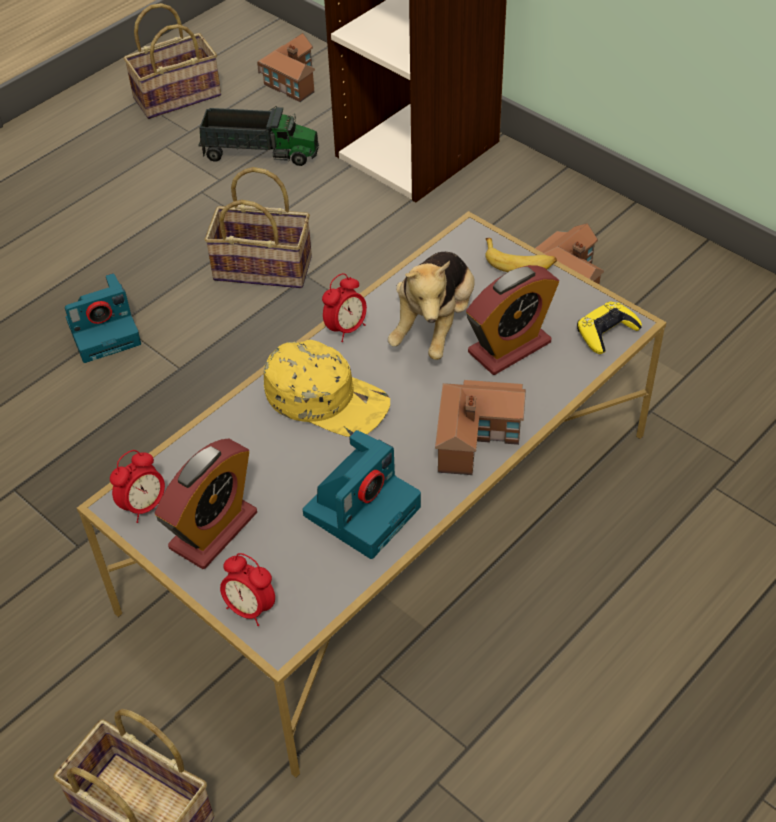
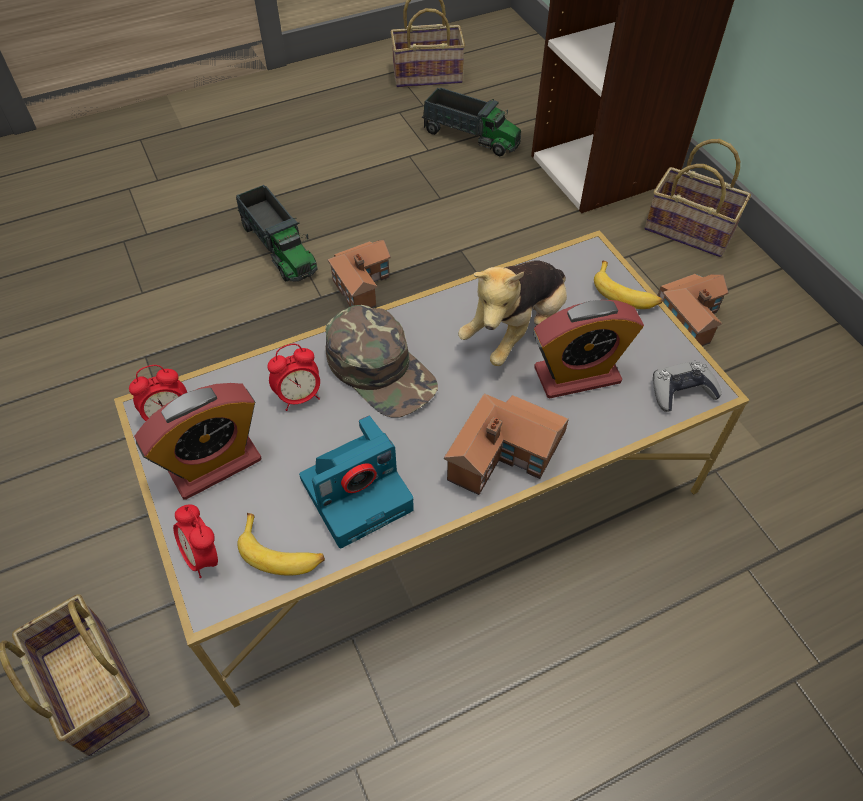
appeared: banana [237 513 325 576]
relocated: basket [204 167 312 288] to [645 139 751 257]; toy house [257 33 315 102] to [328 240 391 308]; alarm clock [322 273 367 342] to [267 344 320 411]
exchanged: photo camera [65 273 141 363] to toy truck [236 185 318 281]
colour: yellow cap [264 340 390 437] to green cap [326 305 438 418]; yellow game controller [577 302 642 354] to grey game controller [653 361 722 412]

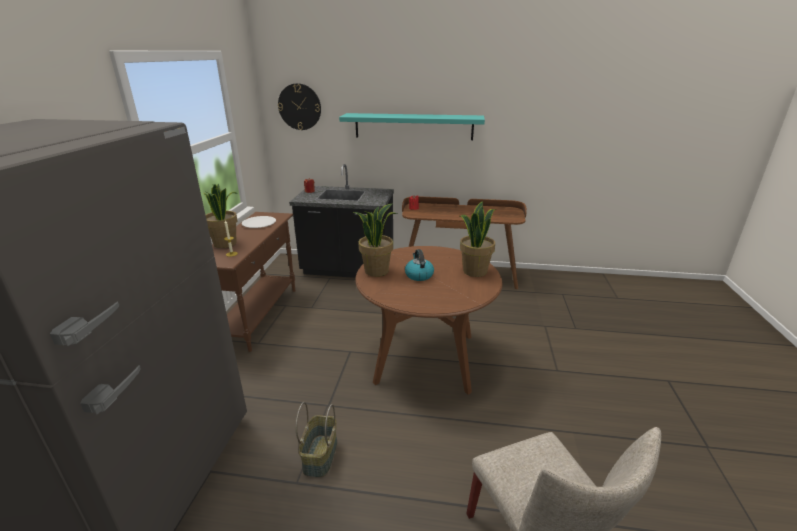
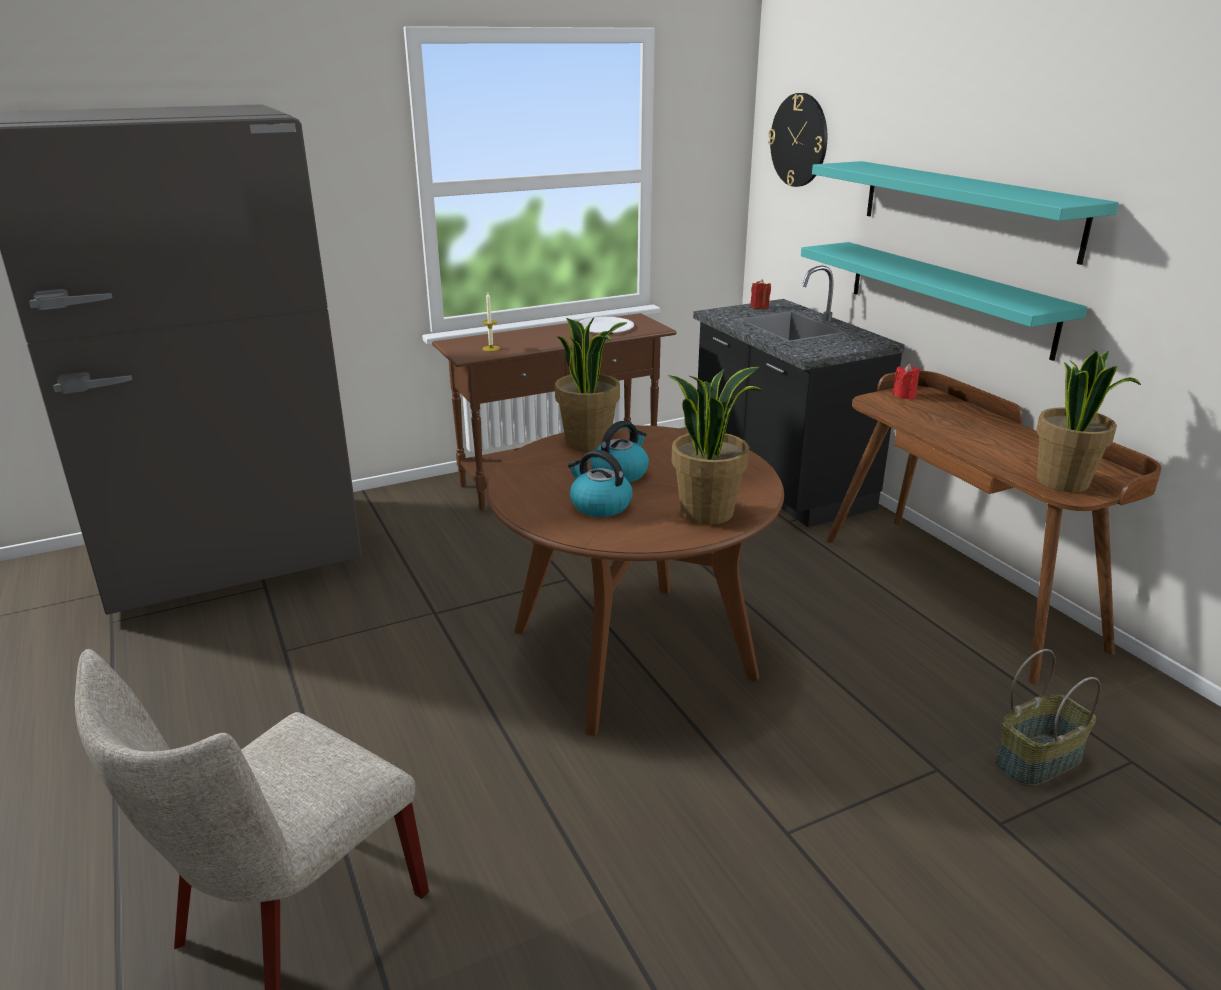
appeared: kettle [568 450 633 517]; turquoise shelf [801 242 1087 361]
relocated: potted plant [204 183 238 248] to [1036 349 1141 492]; basket [296 402 337 478] to [995 649 1101 787]

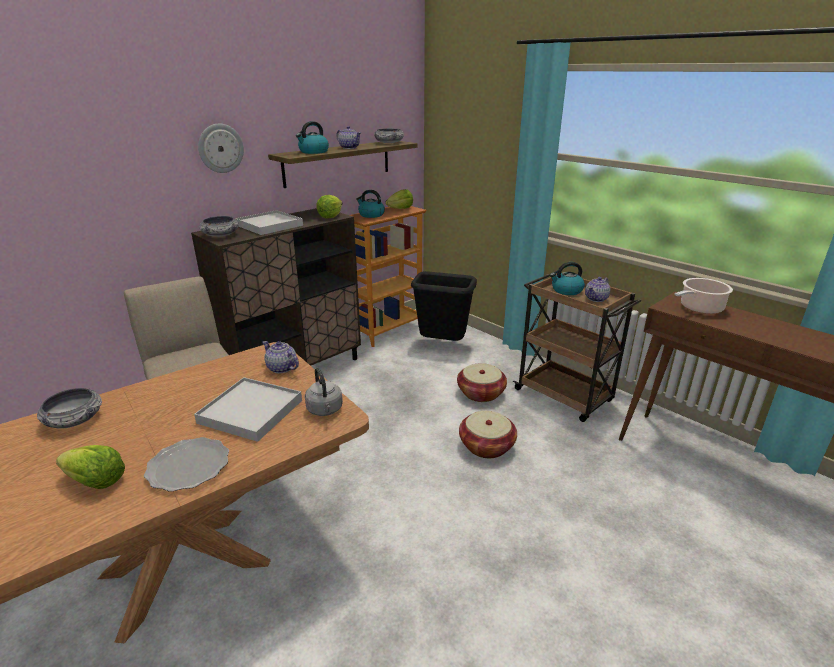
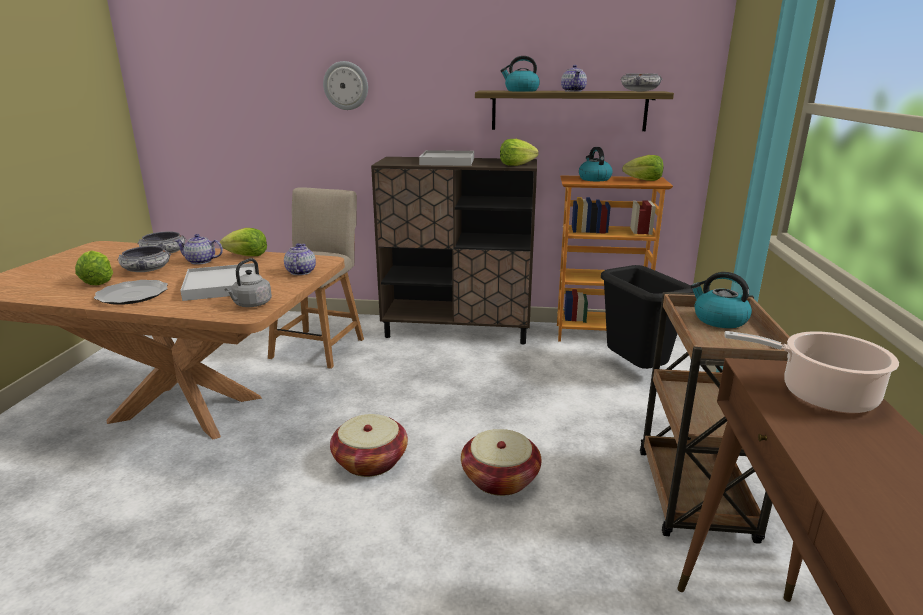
appeared: lettuce [220 228 267 256]
relocated: wall clock [198 124 244 173] to [323 61 368 110]; bowl [199 216 239 237] to [117 246 171 272]; basket [457 363 507 402] to [330 414 408 477]; teapot [585 277 610 302] to [175 234 223 265]

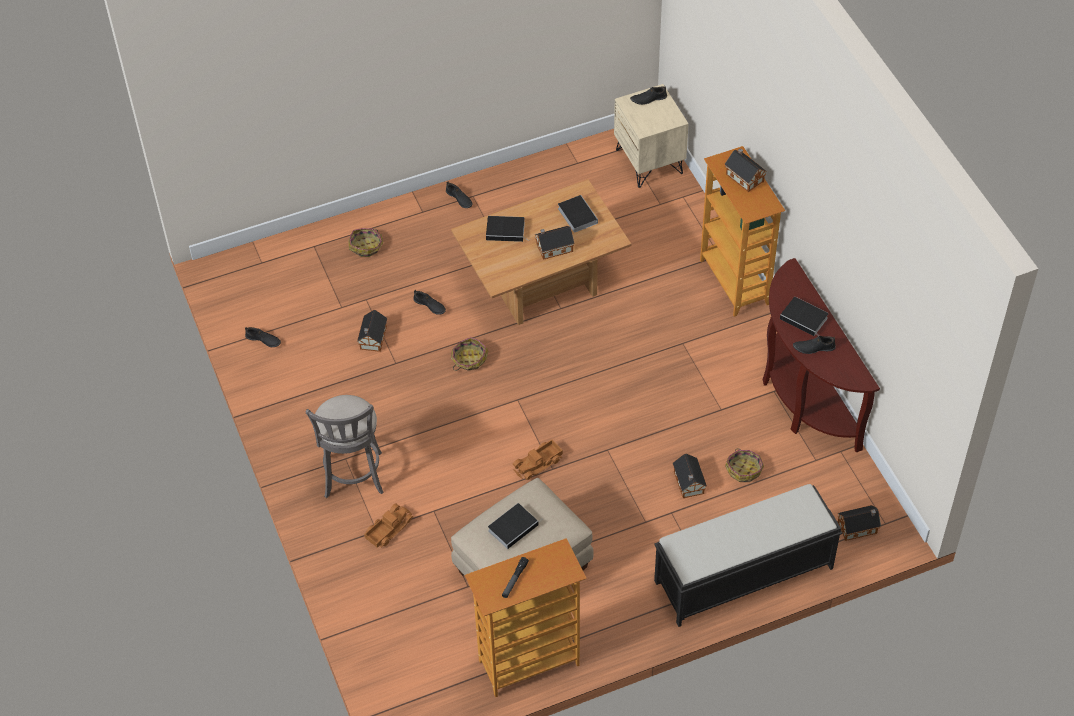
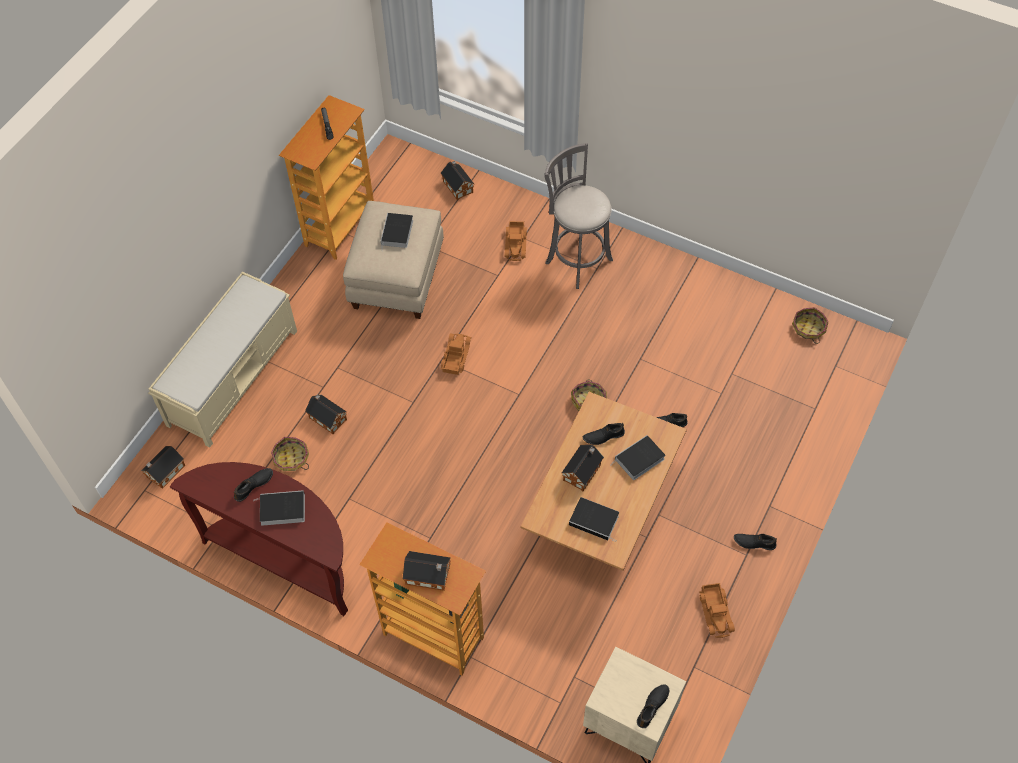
appeared: toy truck [699 583 735 638]
relocated: black shoe [245 327 281 347] to [583 423 625 445]; basket [348 228 383 257] to [792 307 828 344]; toy house [357 310 387 352] to [441 161 474 200]
colour: black bench [654 484 842 627] to beige bench [148 272 297 448]

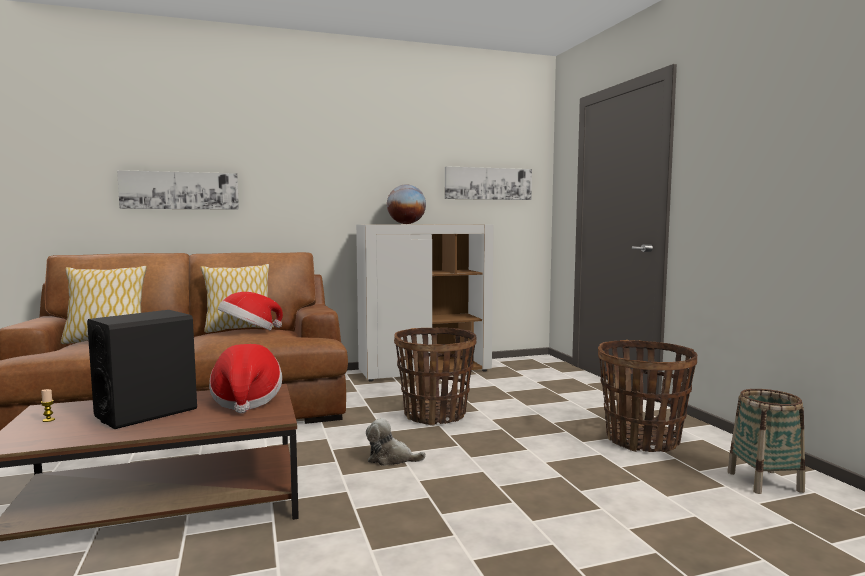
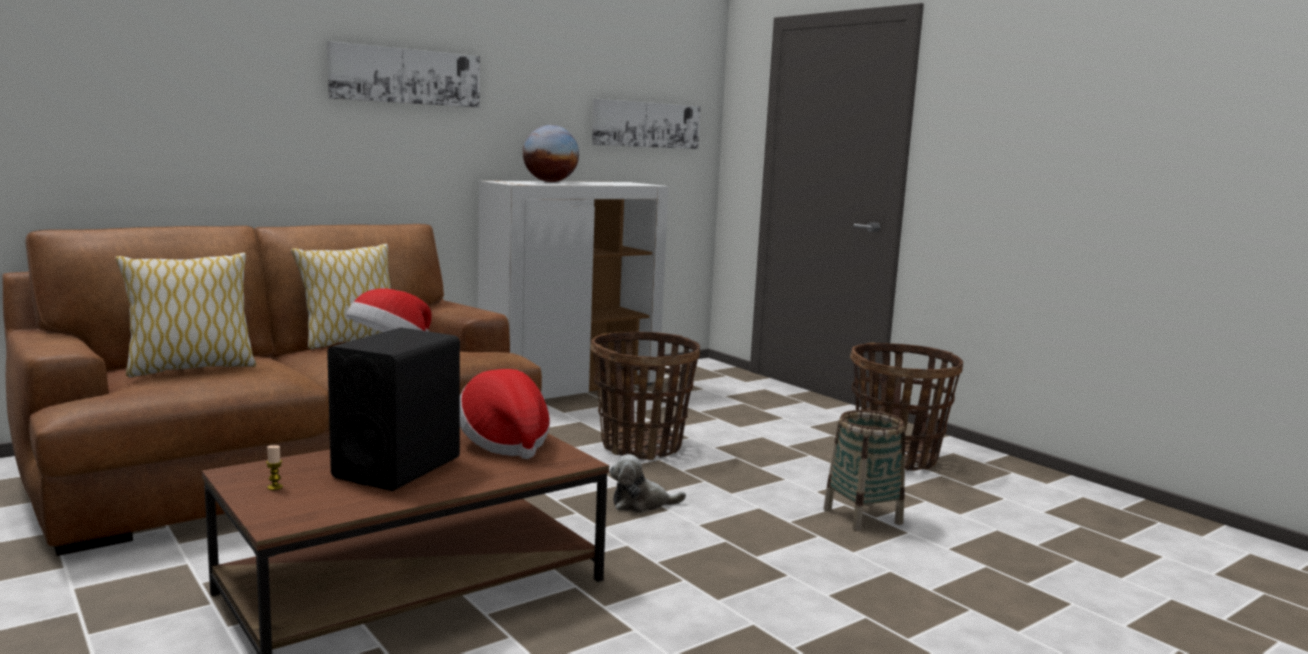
relocated: picture [117 170 239 210] to [327 41 480 108]; basket [727 389 805 494] to [823 410 905 531]

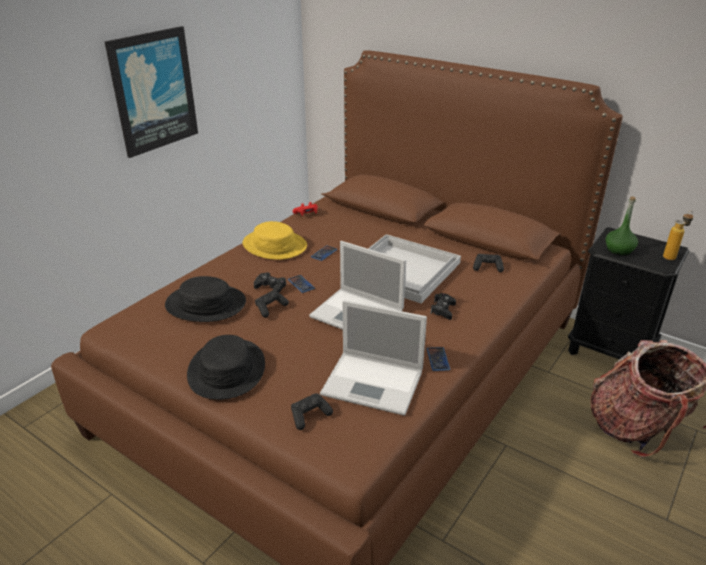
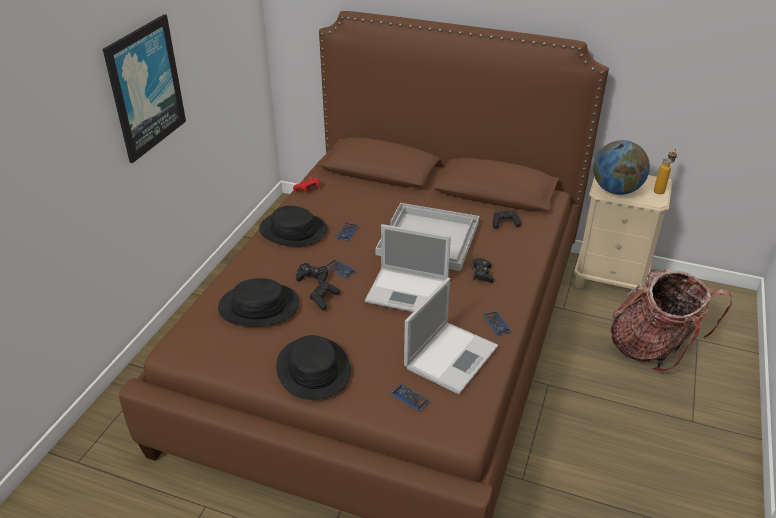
exchanged: black game controller [291 393 333 430] to phone [391 384 430 411]; green bottle [606 197 638 256] to globe [593 140 650 195]
colour: yellow hat [242 221 307 260] to black hat [259 206 328 247]; black nightstand [568 227 689 359] to beige nightstand [574 175 673 289]
spun: laptop [320 300 427 416] = [404 278 498 394] 60 degrees counterclockwise

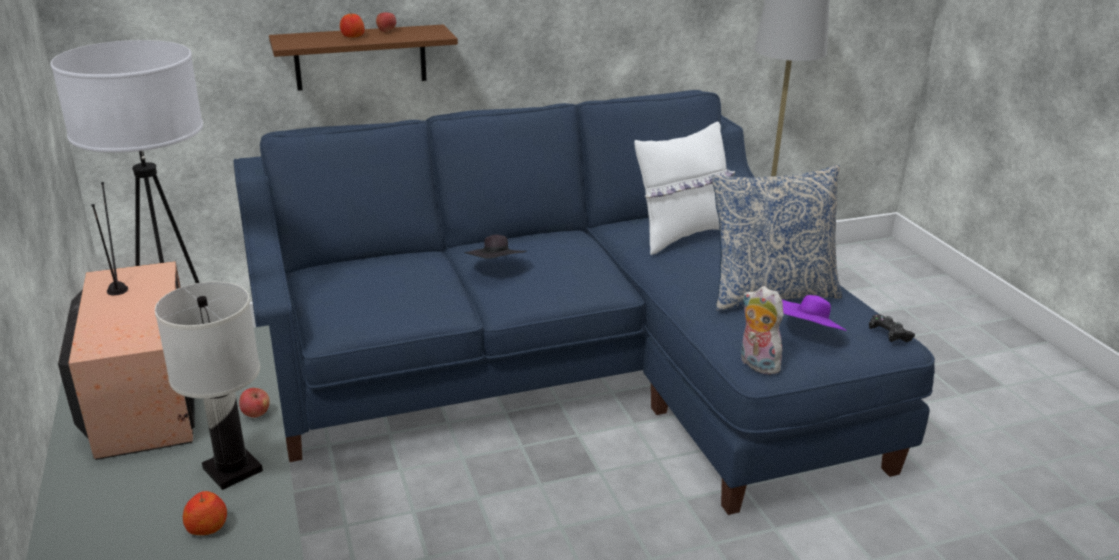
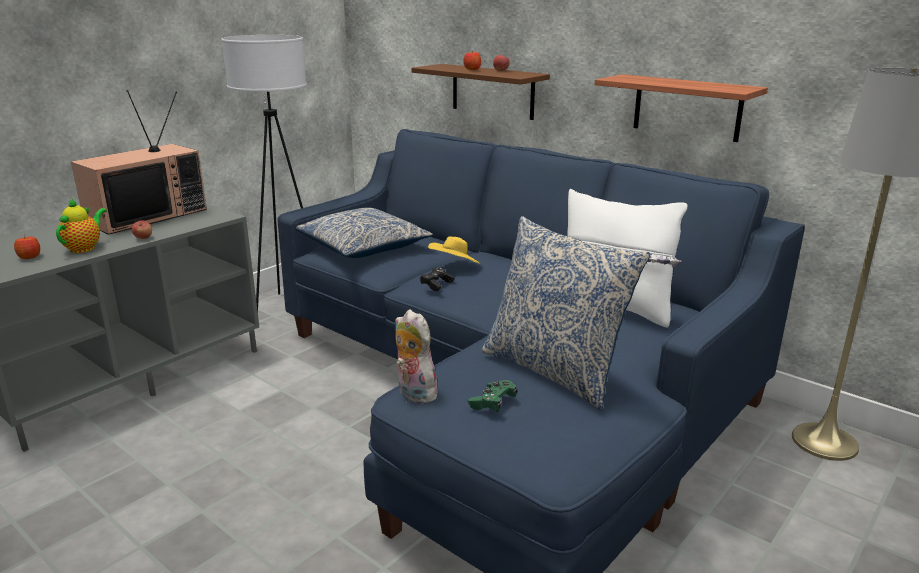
appeared: pillow [296 208 433 258]; shelf [595 74 768 142]
relocated: black game controller [869 314 915 342] to [420 268 455 291]
exchanged: white table lamp [155 282 263 490] to teapot [56 198 107 253]; purple hat [782 295 846 331] to green game controller [468 380 518 412]
colour: black hat [465 234 527 259] to yellow hat [428 236 480 263]
spun: plush toy [741 286 783 375] = [395 310 438 404] 60 degrees counterclockwise

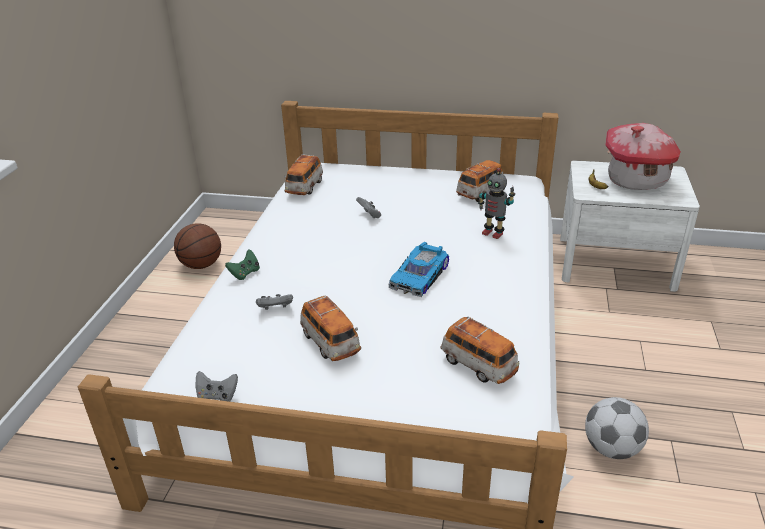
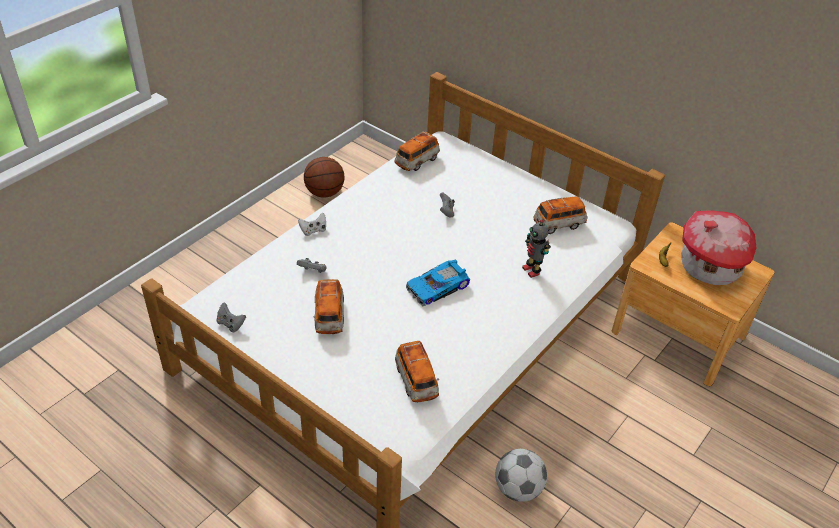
colour: green game controller [225 250 260 280] to white game controller [298 212 326 236]; white nightstand [560 161 700 292] to brown nightstand [612 222 774 386]

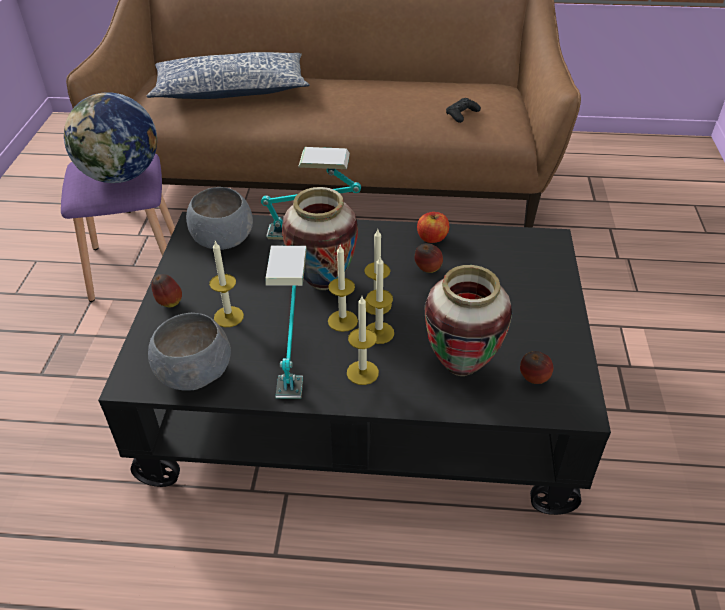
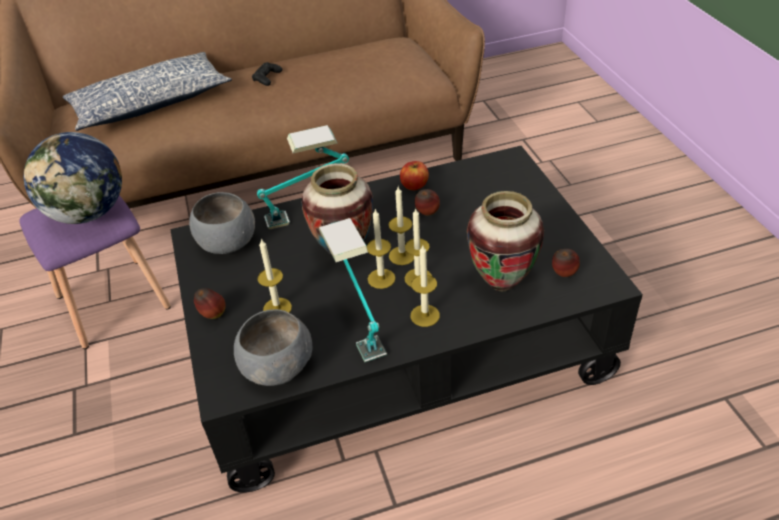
relocated: black game controller [446 98 481 123] to [252 62 282 86]

